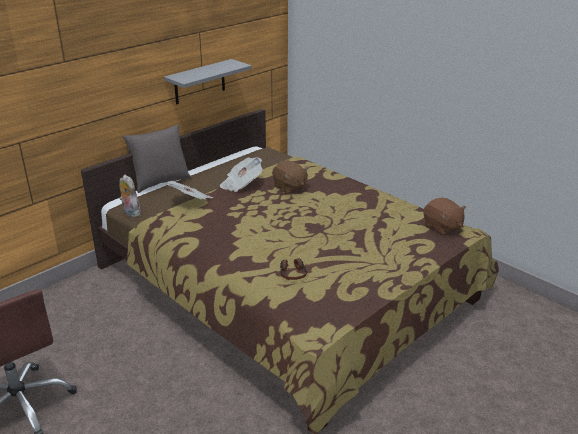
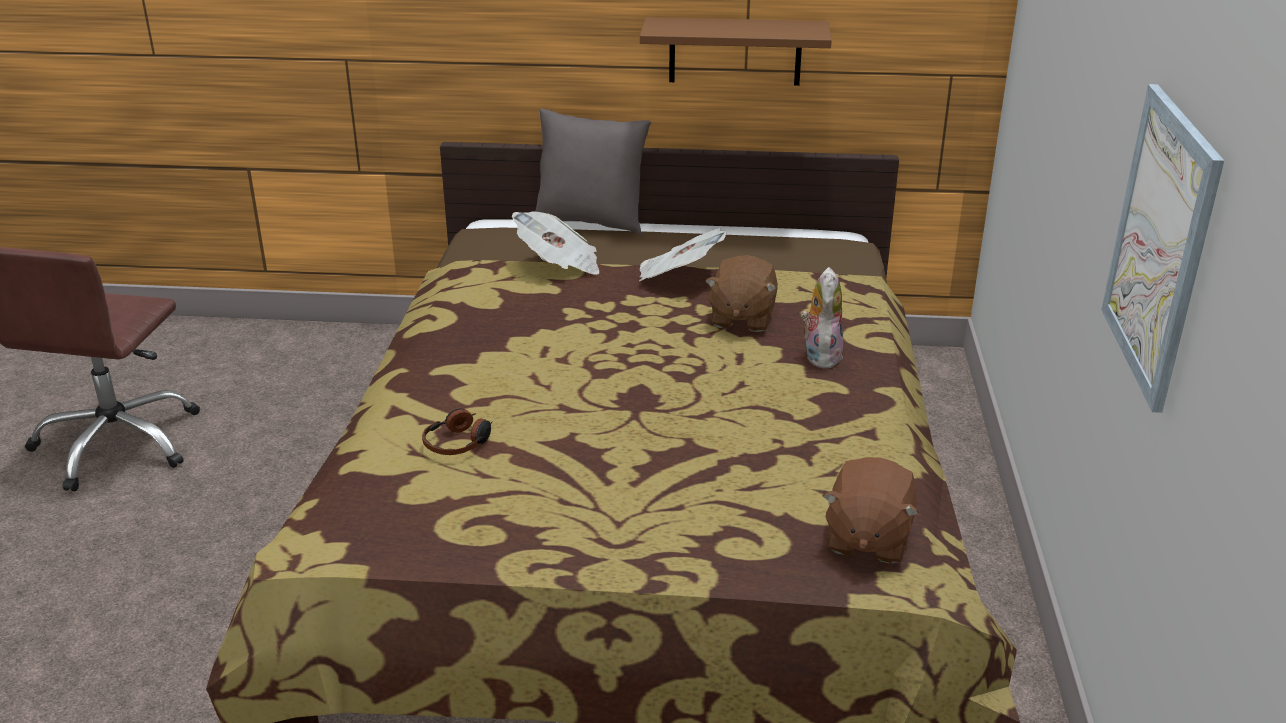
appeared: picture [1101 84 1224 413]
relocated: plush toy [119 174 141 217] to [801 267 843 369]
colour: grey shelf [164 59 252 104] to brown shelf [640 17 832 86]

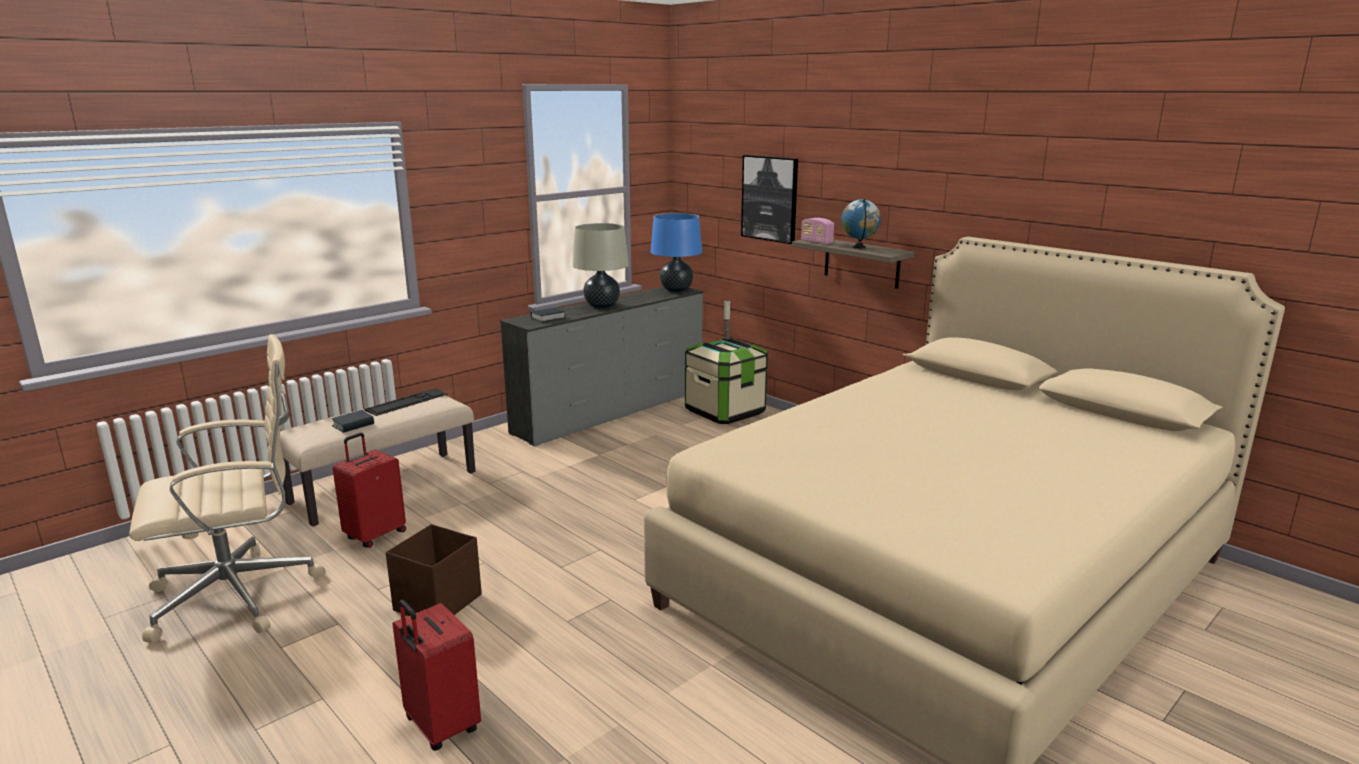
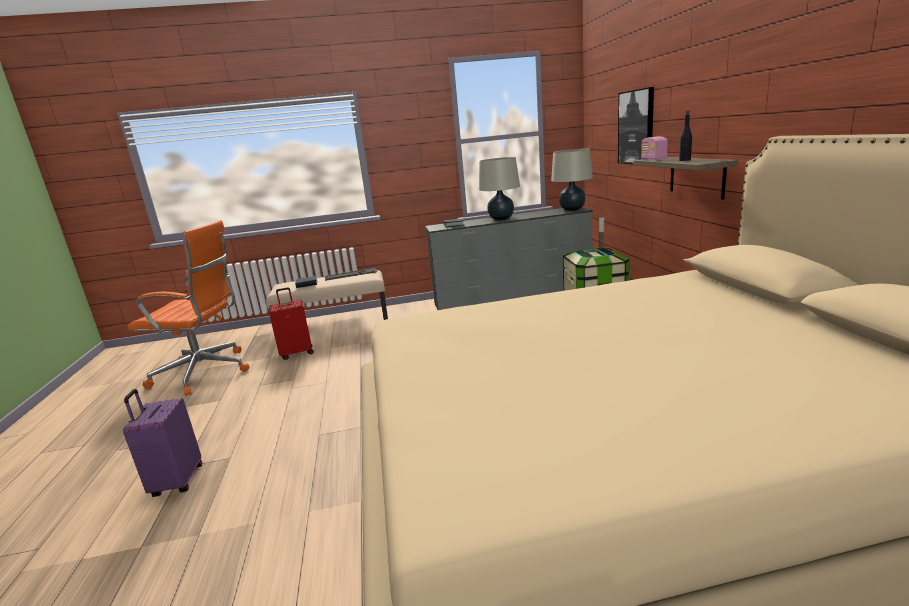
missing: brown storage box [386 524 482 616]
exchanged: globe [841 199 881 249] to black bottle [679 110 692 161]
colour: beige office chair [129 334 325 643] to orange office chair [127 220 250 396]; red suitcase [393 600 481 751] to purple suitcase [123 389 202 497]; blue table lamp [650 213 702 292] to beige table lamp [551 149 593 211]

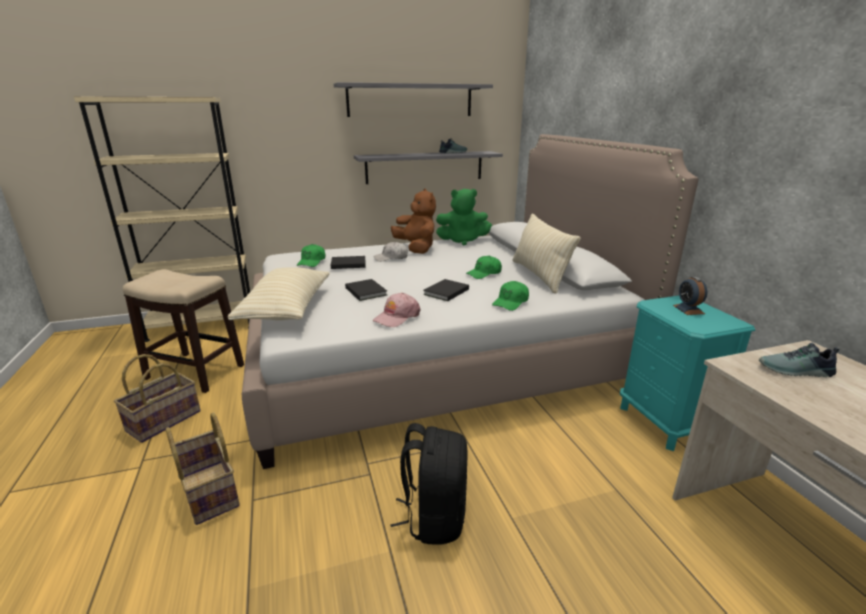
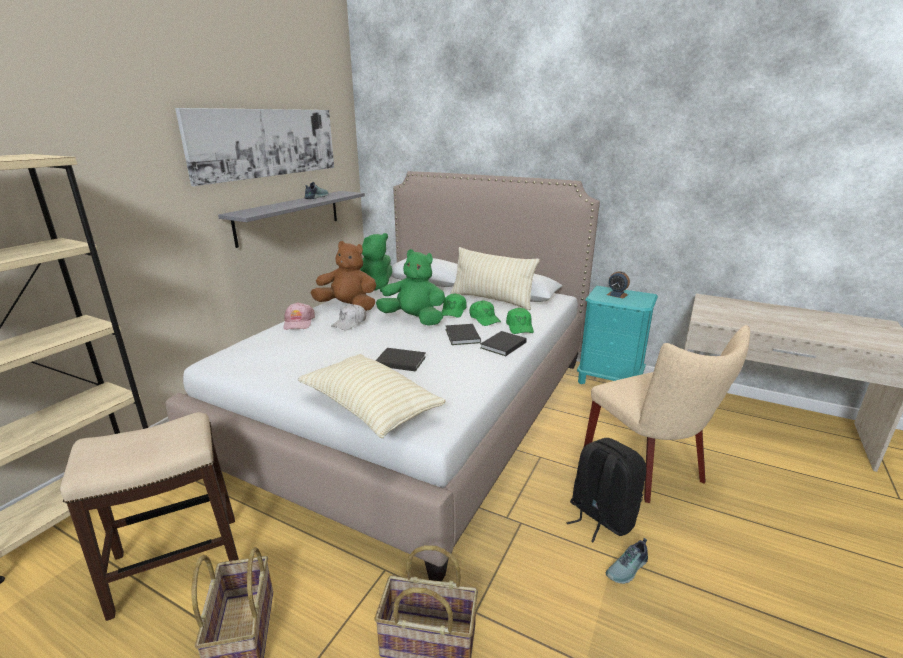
appeared: green plush toy [376 249 445 326]; beige chair [584 325 750 503]
relocated: green cap [297 244 326 267] to [470 300 501 326]; black book [331 256 366 269] to [480 331 527 356]; pink cap [373 293 421 327] to [283 302 315 330]; shoe [759 343 839 377] to [606 538 648 584]
exchanged: grey shelf [334 82 493 117] to picture [175 108 334 186]

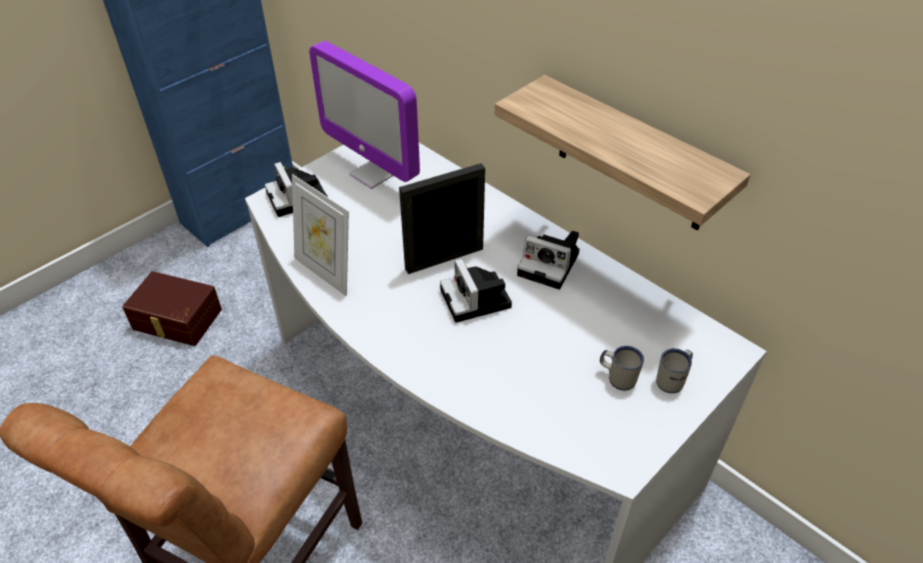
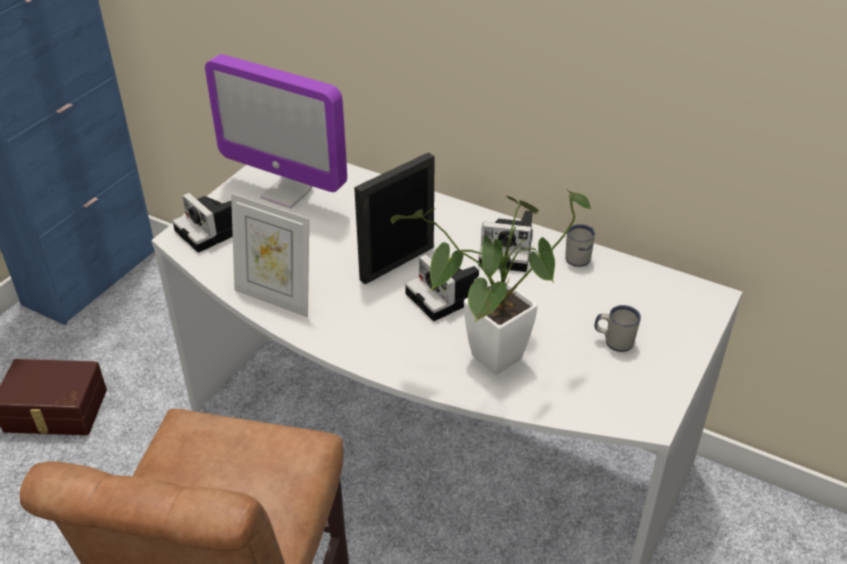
missing: shelf [495 75 750 230]
appeared: potted plant [390 188 593 375]
relocated: white mug [656 348 693 393] to [565 224 595 267]

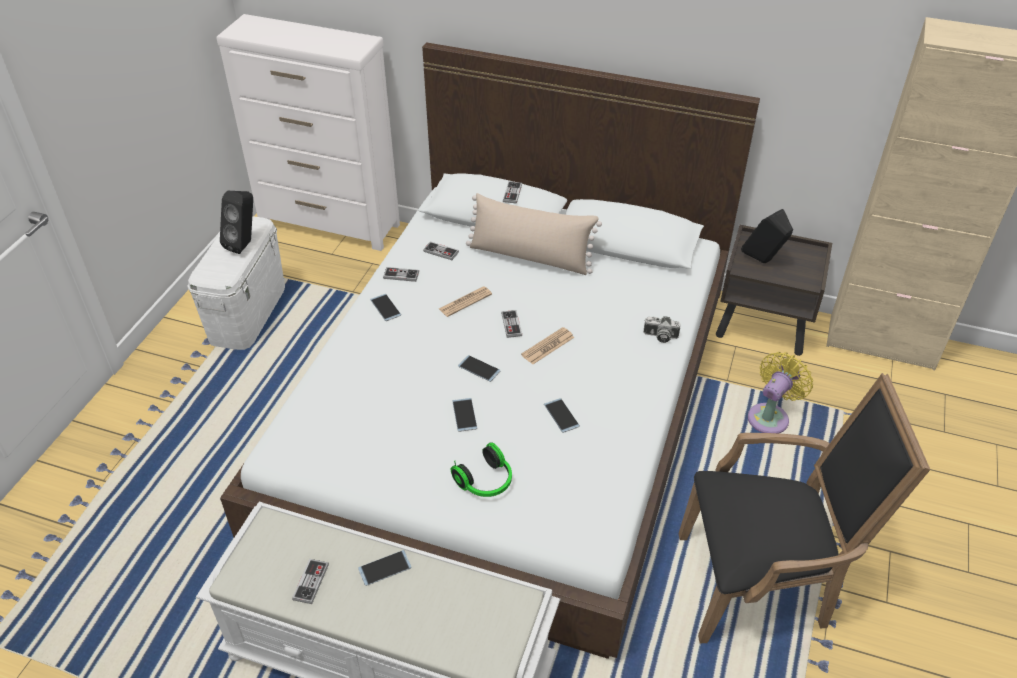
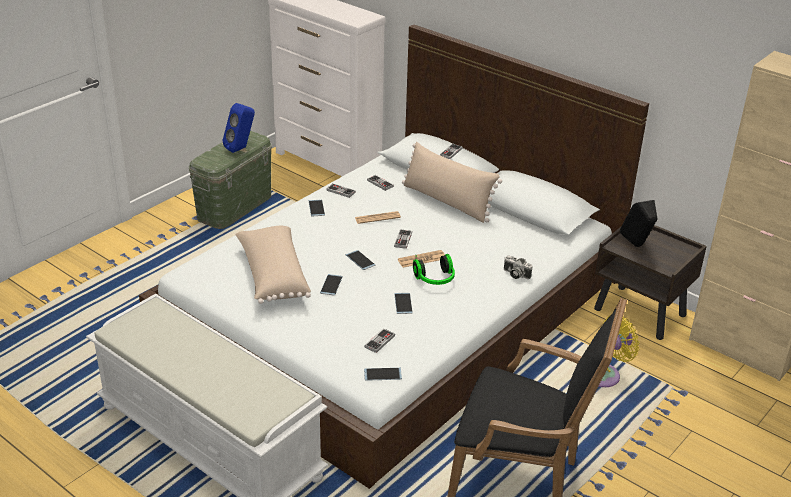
appeared: beige pillow [235 226 311 304]
relocated: game controller [292 559 329 604] to [364 328 395 353]; phone [358 550 412 586] to [364 368 402 381]; headphones [451 442 512 497] to [413 254 455 285]
colour: white storage box [187 216 285 350] to green storage box [189 131 272 229]; black speaker [220 191 253 254] to blue speaker [222 103 255 153]

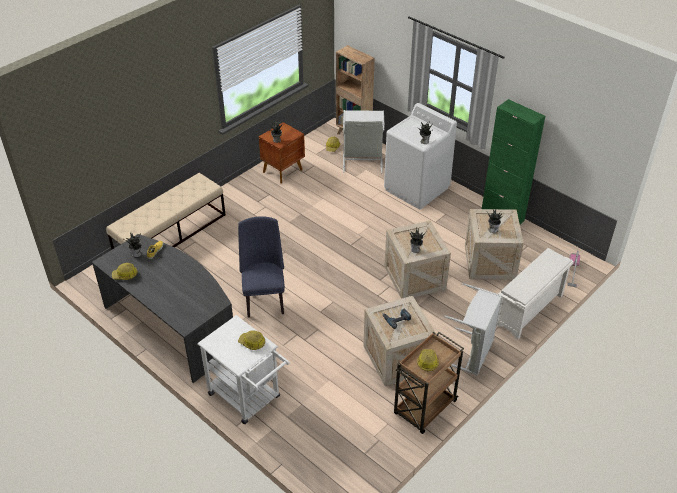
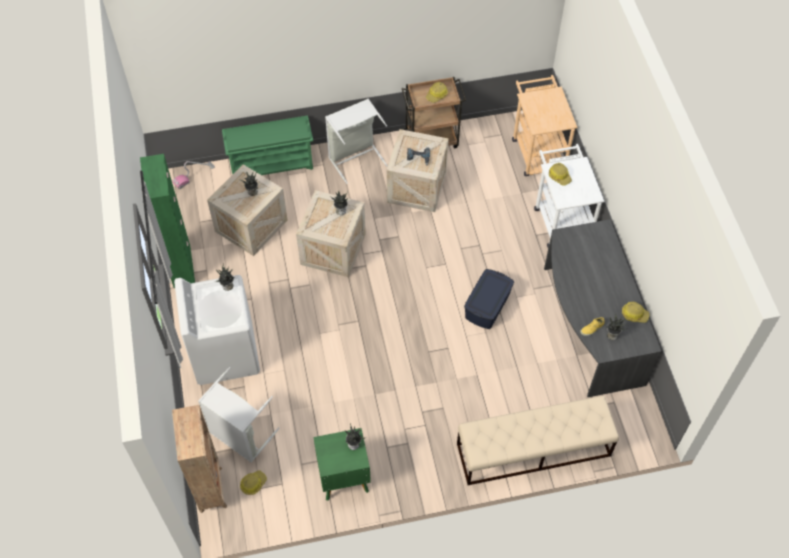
appeared: beige cart [512 75 578 176]
exchanged: blue chair [238 216 285 317] to blue storage box [464 269 514 329]
colour: brown nightstand [259 122 305 183] to green nightstand [313 428 371 501]; white shoe rack [496 248 574 340] to green shoe rack [222 115 313 175]

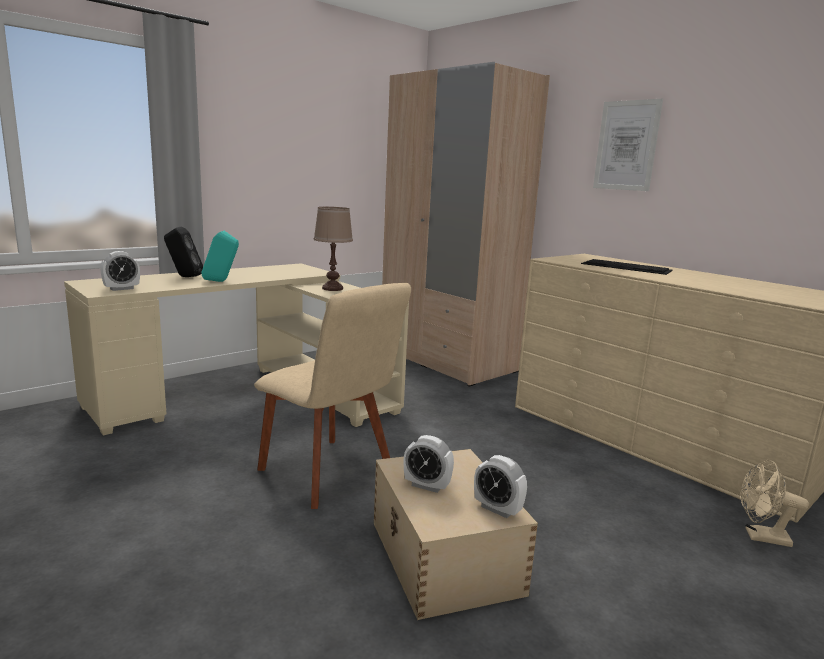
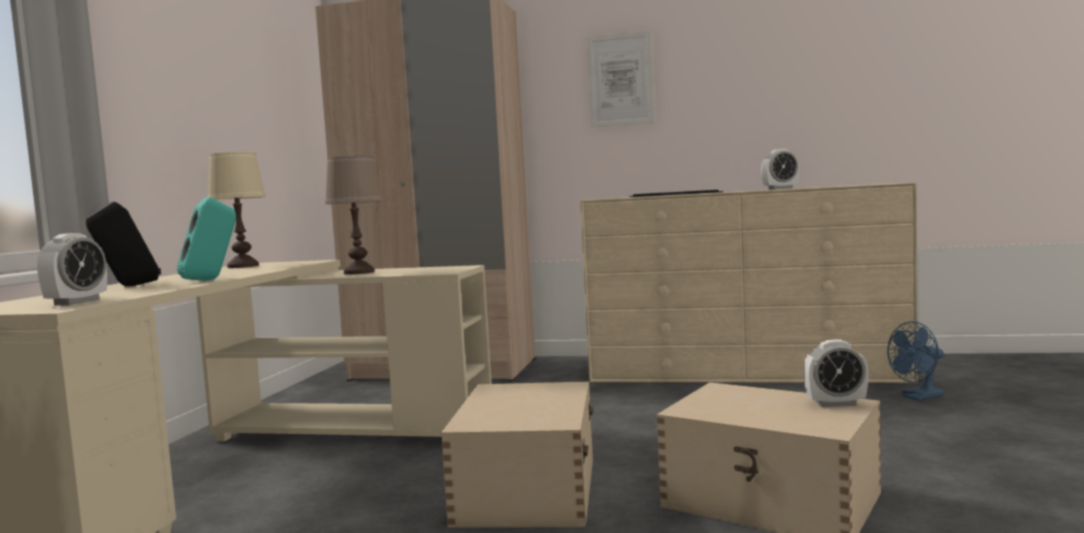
appeared: beige table lamp [208 152 266 268]
relocated: alarm clock [404 435 454 493] to [761 149 799 190]
exchanged: beige chair [254 283 411 509] to beige storage box [441 381 593 528]
colour: beige fan [741 460 809 547] to blue fan [887 321 944 401]

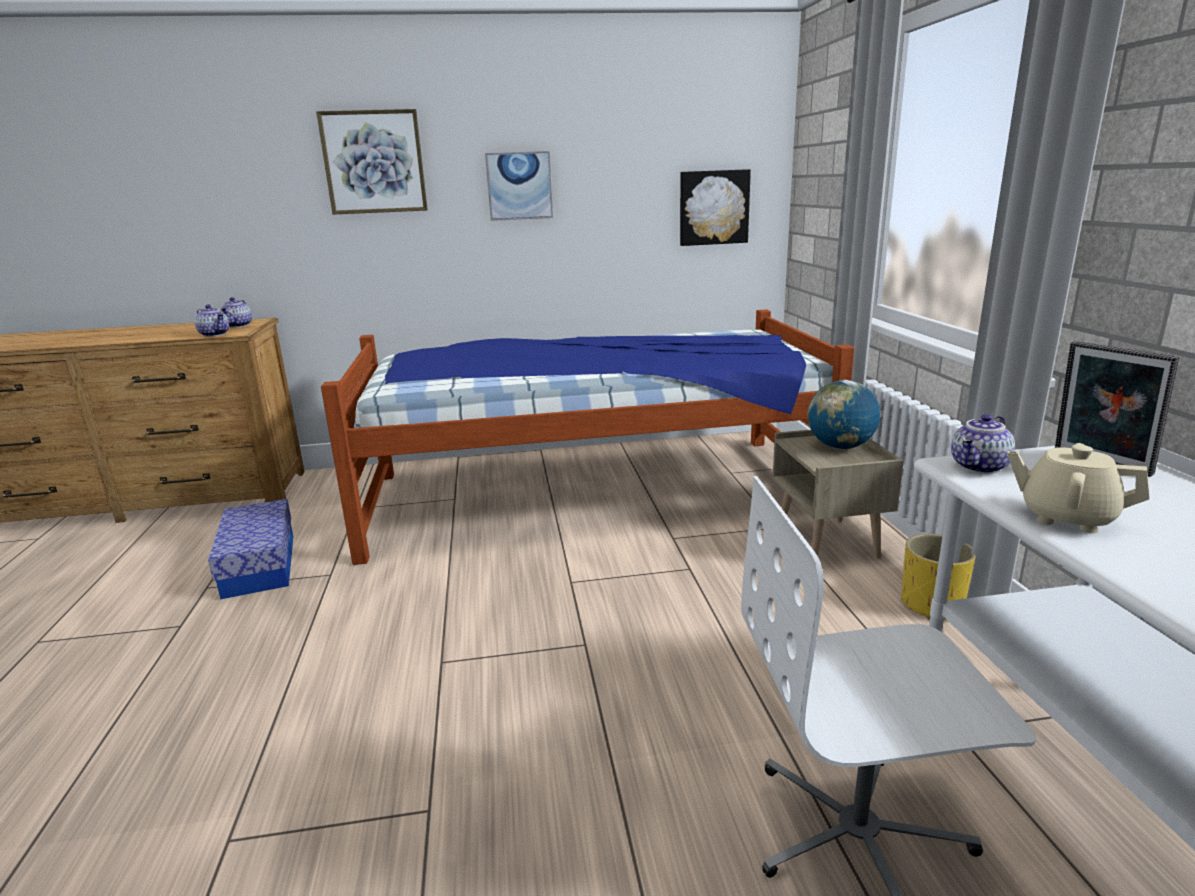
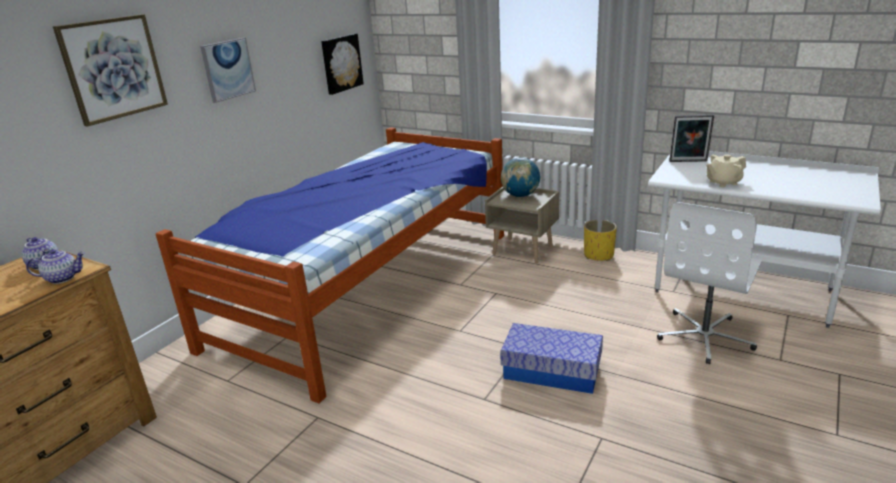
missing: teapot [951 414 1015 474]
relocated: storage box [208 499 293 599] to [500 323 603 394]

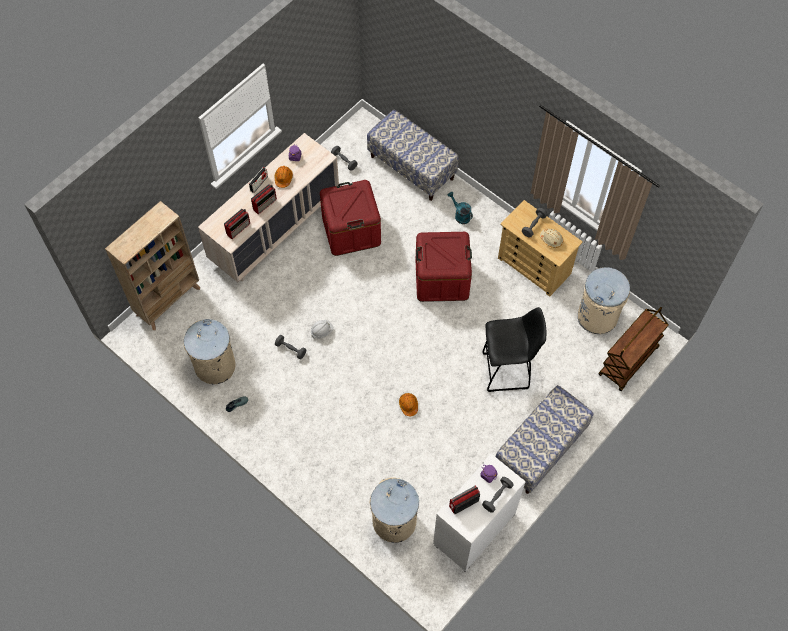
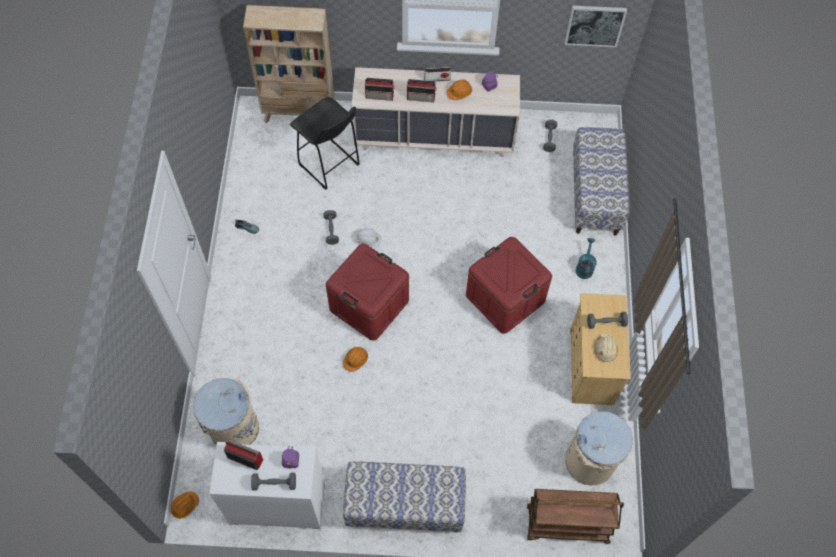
missing: beige trash can [184 319 236 384]
appeared: orange hard hat [170 491 199 519]; picture [565 6 627 47]
relocated: red storage box [320 180 381 256] to [326 243 409 340]; black stool [483 307 546 392] to [290 97 359 190]

